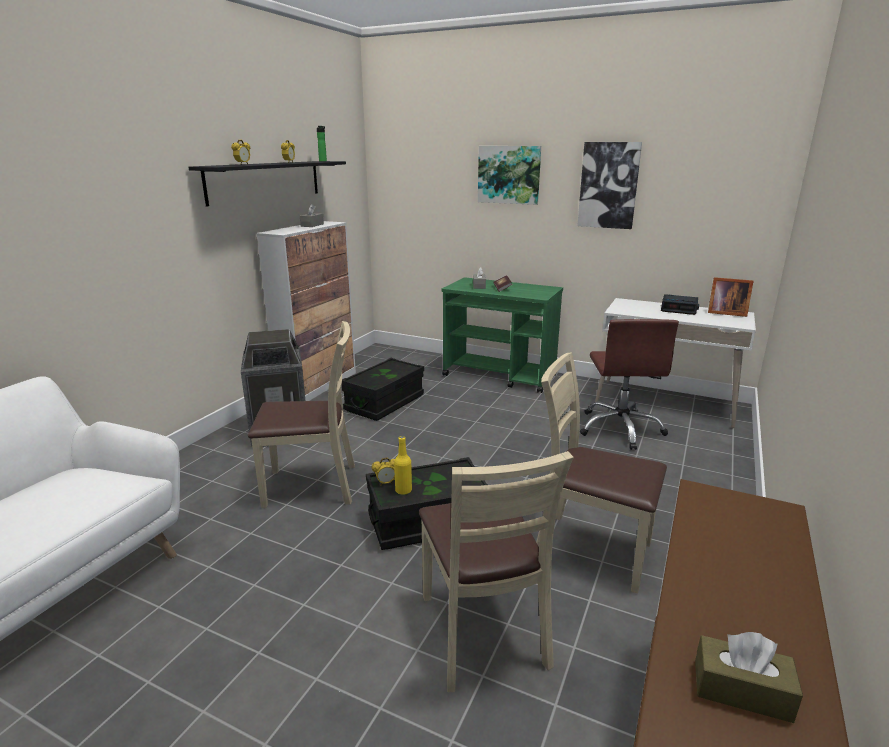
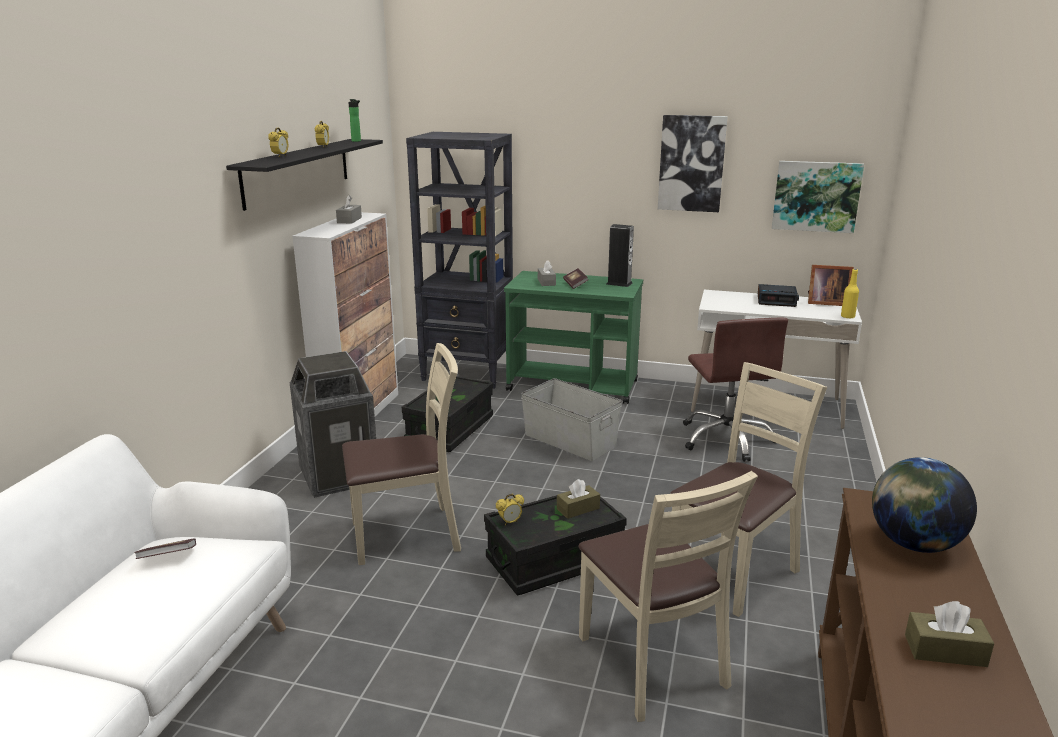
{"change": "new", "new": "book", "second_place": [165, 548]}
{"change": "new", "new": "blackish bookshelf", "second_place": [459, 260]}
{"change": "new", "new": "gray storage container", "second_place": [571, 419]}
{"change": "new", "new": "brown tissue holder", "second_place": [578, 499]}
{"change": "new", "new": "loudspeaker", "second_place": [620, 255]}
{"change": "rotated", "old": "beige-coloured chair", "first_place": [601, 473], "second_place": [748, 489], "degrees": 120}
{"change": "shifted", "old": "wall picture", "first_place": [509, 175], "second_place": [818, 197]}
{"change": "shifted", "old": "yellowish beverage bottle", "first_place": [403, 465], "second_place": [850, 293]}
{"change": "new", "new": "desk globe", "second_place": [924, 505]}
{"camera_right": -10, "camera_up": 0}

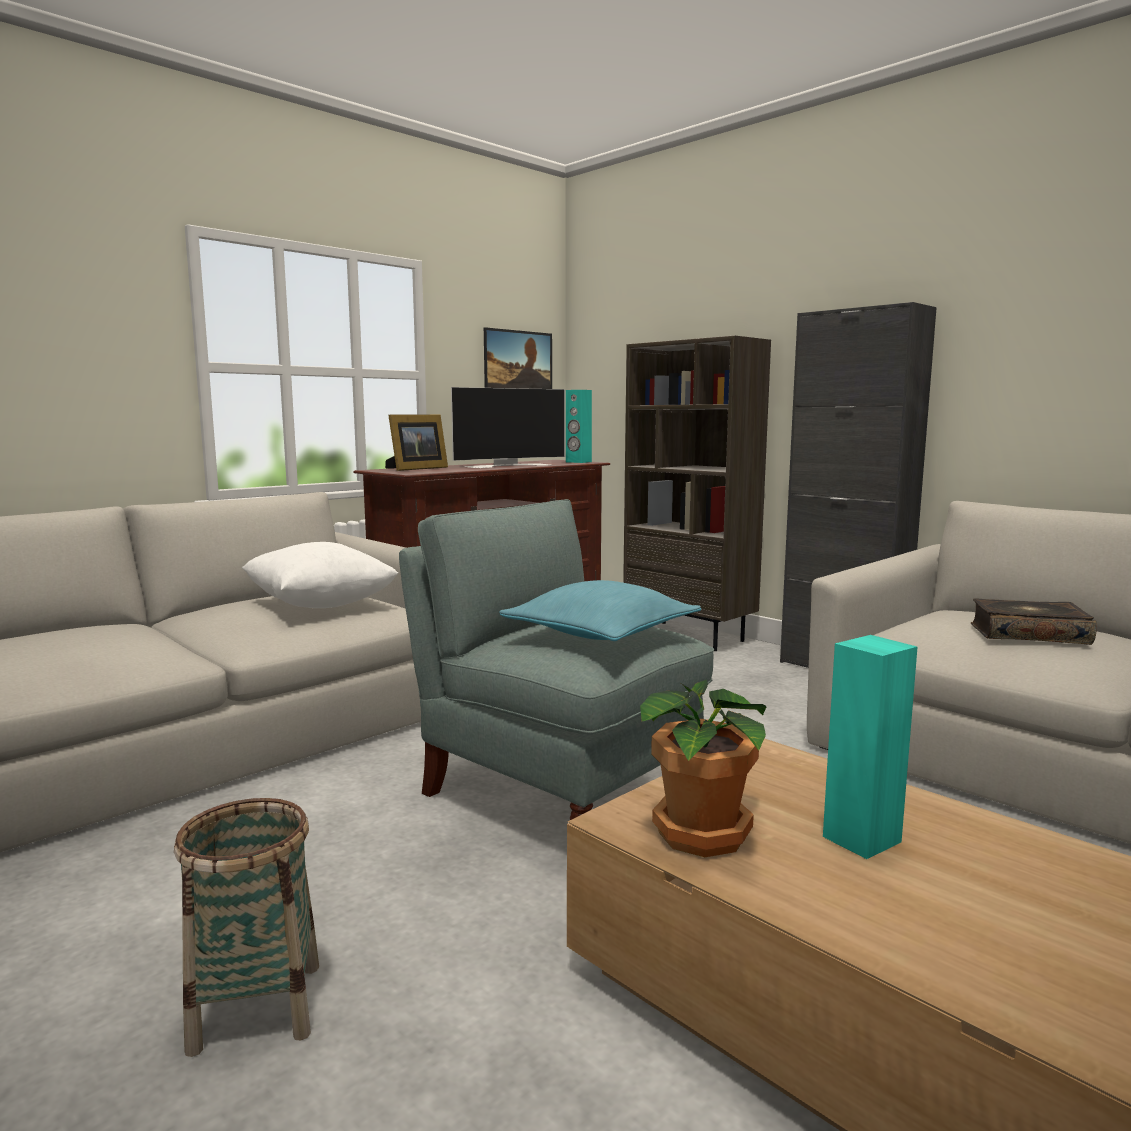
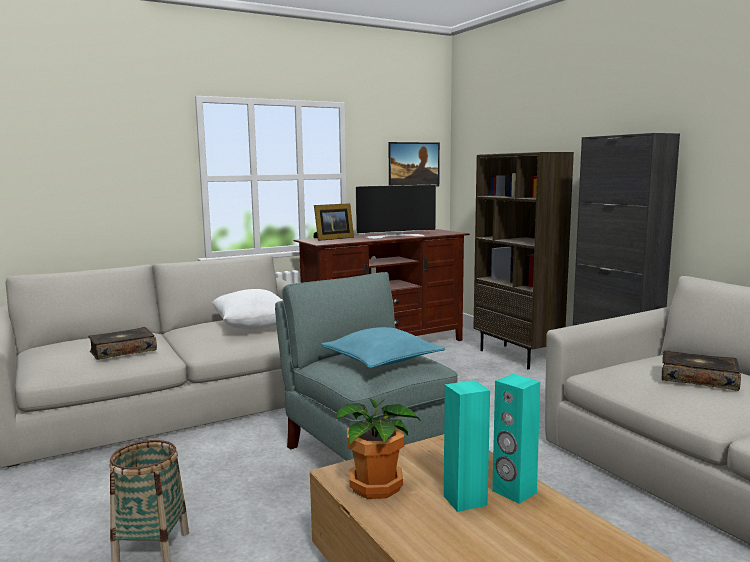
{"change": "new", "new": "book", "second_place": [122, 343]}
{"change": "shifted", "old": "turquoise-coloured loudspeaker", "first_place": [579, 426], "second_place": [516, 439]}
{"camera_right": 15, "camera_up": 0}

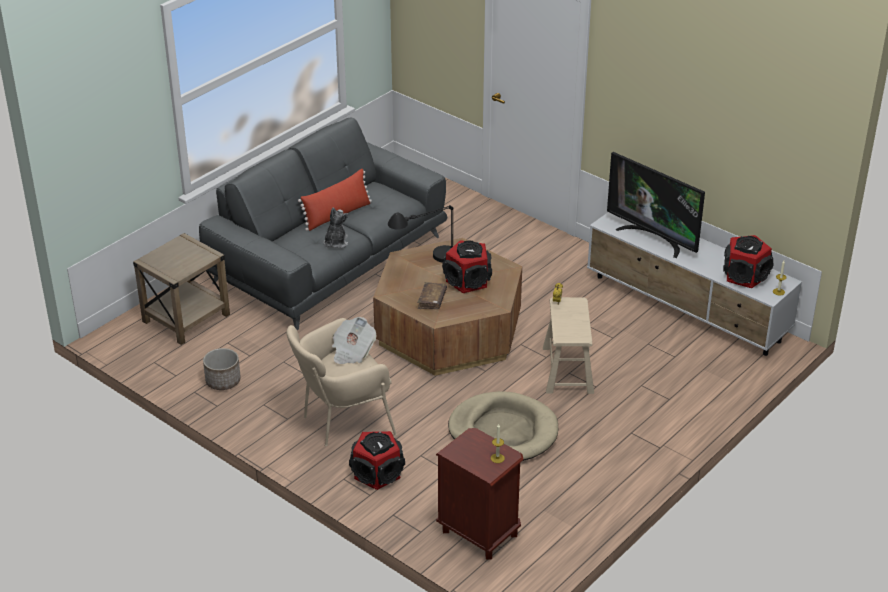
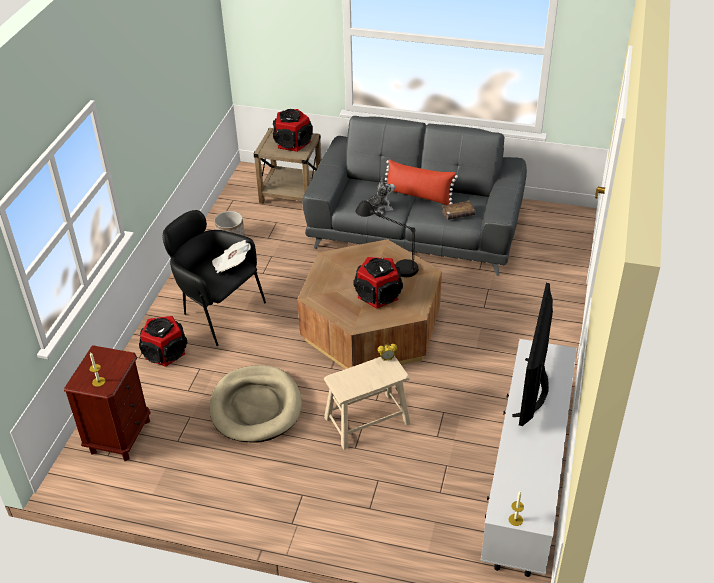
{"change": "repainted", "old": "beige-coloured easy chair", "new": "blackish easy chair", "first_place": [342, 382], "second_place": [214, 278]}
{"change": "shifted", "old": "loudspeaker", "first_place": [748, 261], "second_place": [293, 130]}
{"change": "shifted", "old": "brown book", "first_place": [432, 295], "second_place": [458, 210]}
{"camera_right": 65, "camera_up": 5}

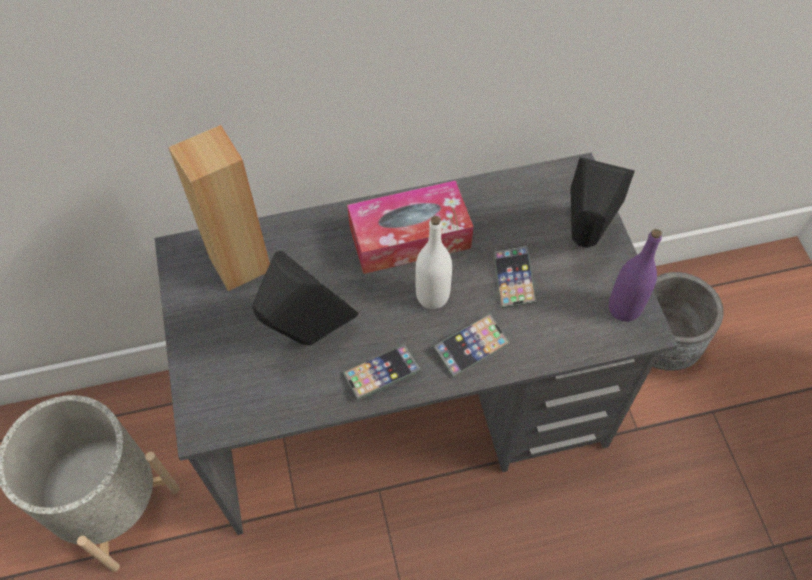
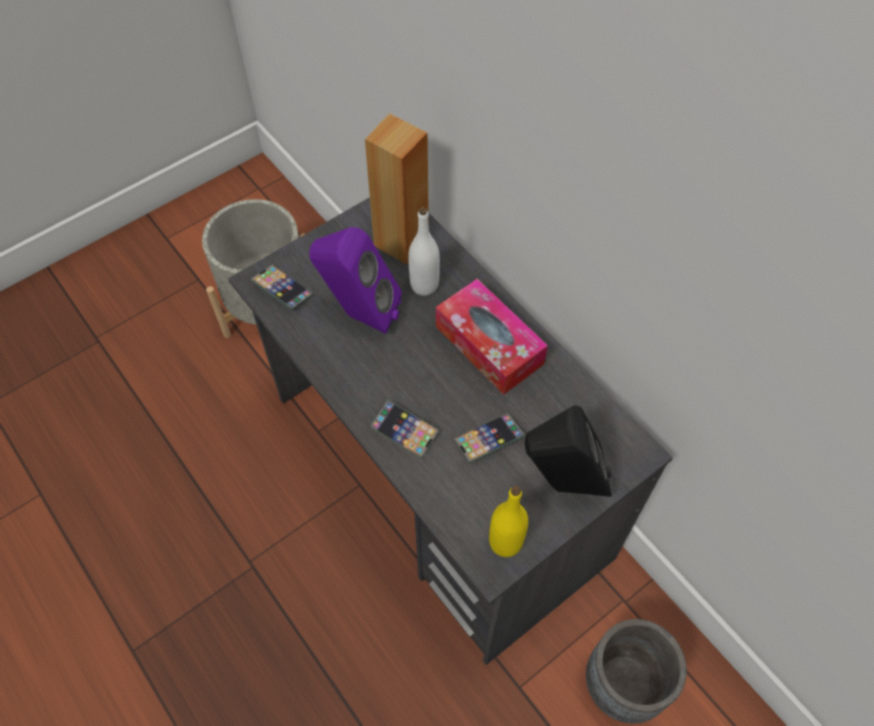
{"change": "shifted", "old": "handset", "first_place": [382, 372], "second_place": [282, 287]}
{"change": "repainted", "old": "blackish loudspeaker", "new": "purple-coloured loudspeaker", "first_place": [305, 298], "second_place": [355, 280]}
{"change": "shifted", "old": "white beverage bottle", "first_place": [433, 262], "second_place": [424, 251]}
{"change": "repainted", "old": "purple-coloured beverage bottle", "new": "yellowish beverage bottle", "first_place": [635, 275], "second_place": [508, 521]}
{"camera_right": 65, "camera_up": 0}

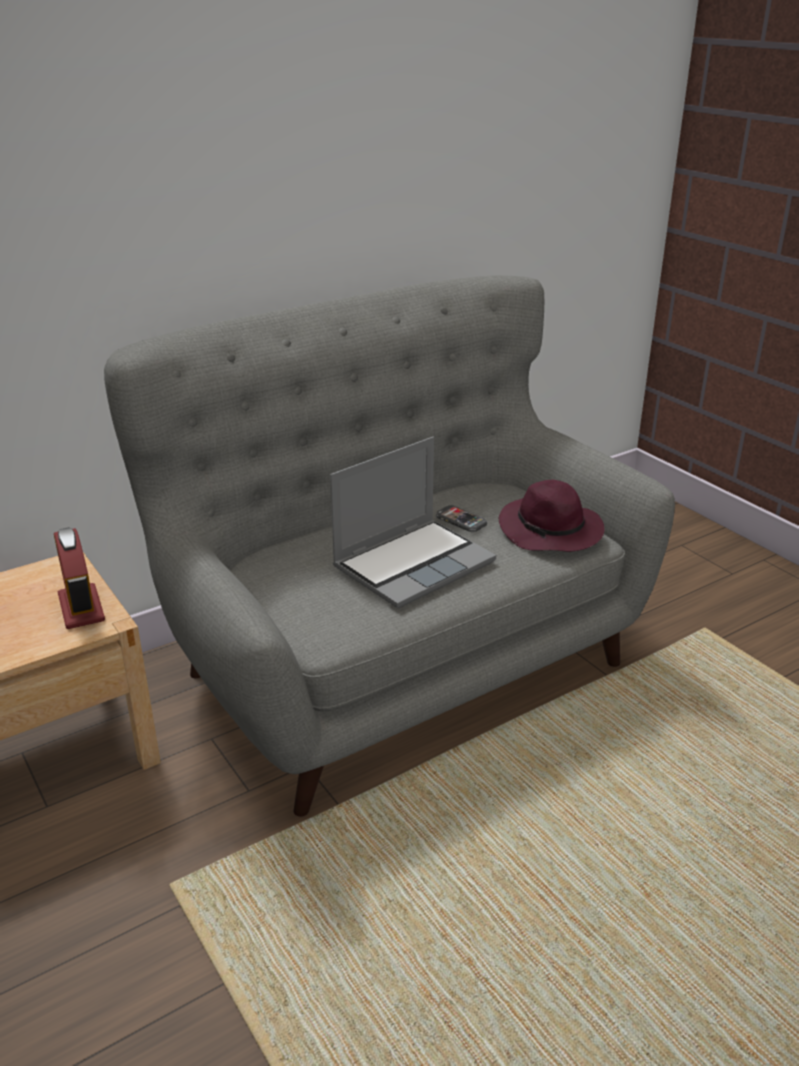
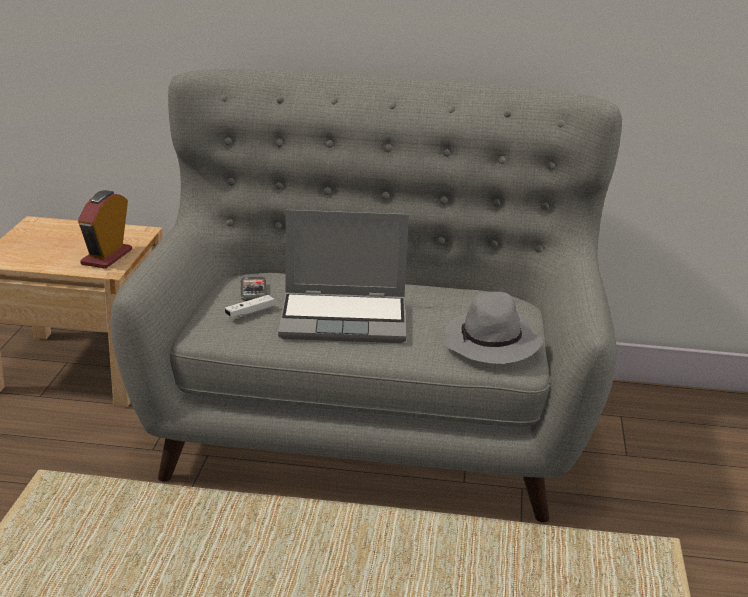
{"change": "new", "new": "white joypad", "second_place": [250, 306]}
{"change": "shifted", "old": "handset", "first_place": [461, 518], "second_place": [254, 289]}
{"change": "repainted", "old": "purple-coloured clothing hat", "new": "gray clothing hat", "first_place": [551, 516], "second_place": [493, 328]}
{"camera_right": 40, "camera_up": -5}

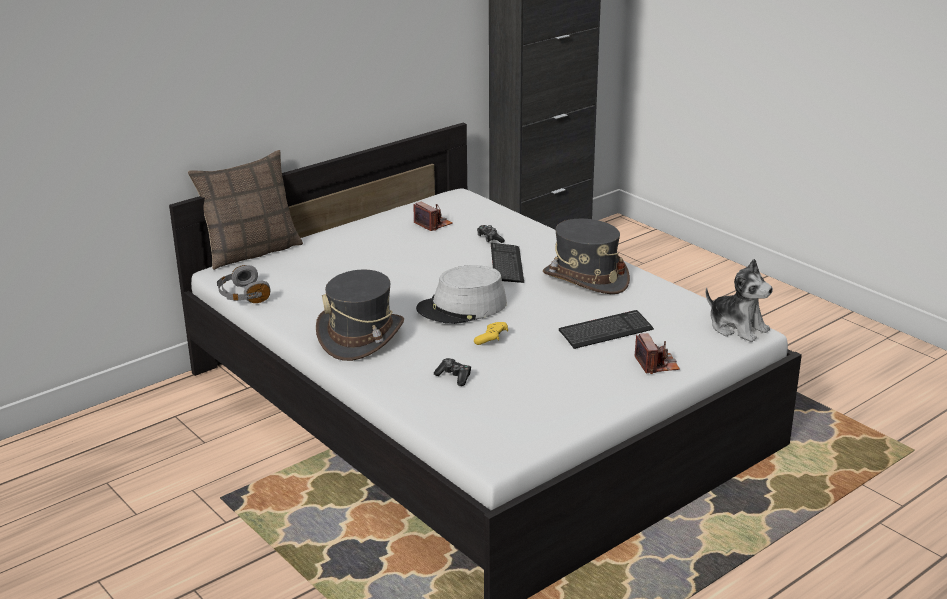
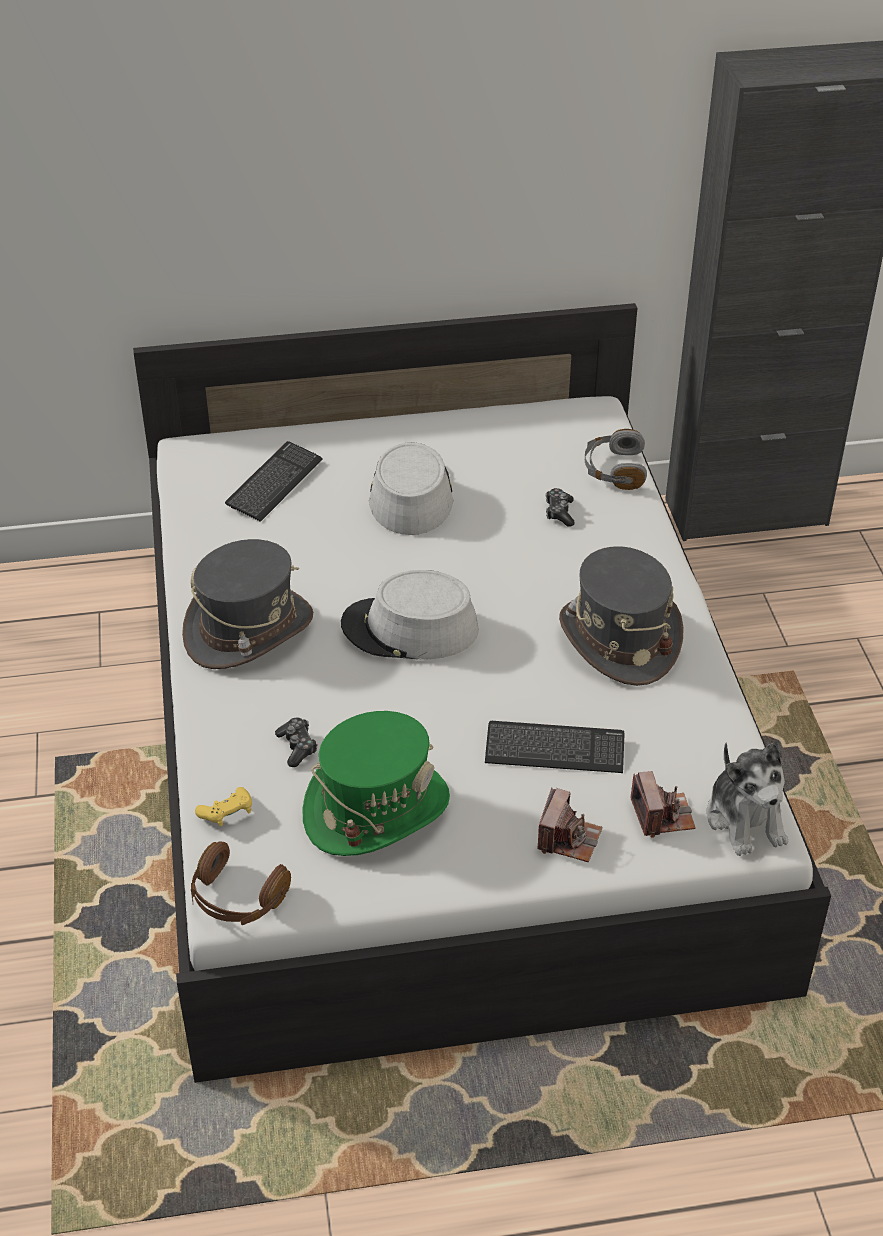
{"change": "new", "new": "brown pair of headphones", "second_place": [241, 883]}
{"change": "shifted", "old": "yellowish joypad", "first_place": [491, 333], "second_place": [223, 806]}
{"change": "shifted", "old": "PC keyboard", "first_place": [507, 263], "second_place": [274, 481]}
{"change": "new", "new": "greenish clothing hat", "second_place": [376, 783]}
{"change": "new", "new": "gray clothing hat", "second_place": [411, 488]}
{"change": "shifted", "old": "gray pair of headphones", "first_place": [243, 284], "second_place": [616, 459]}
{"change": "shifted", "old": "still camera", "first_place": [433, 216], "second_place": [663, 804]}
{"change": "gone", "old": "pillow", "first_place": [245, 210]}
{"camera_right": 30, "camera_up": 15}

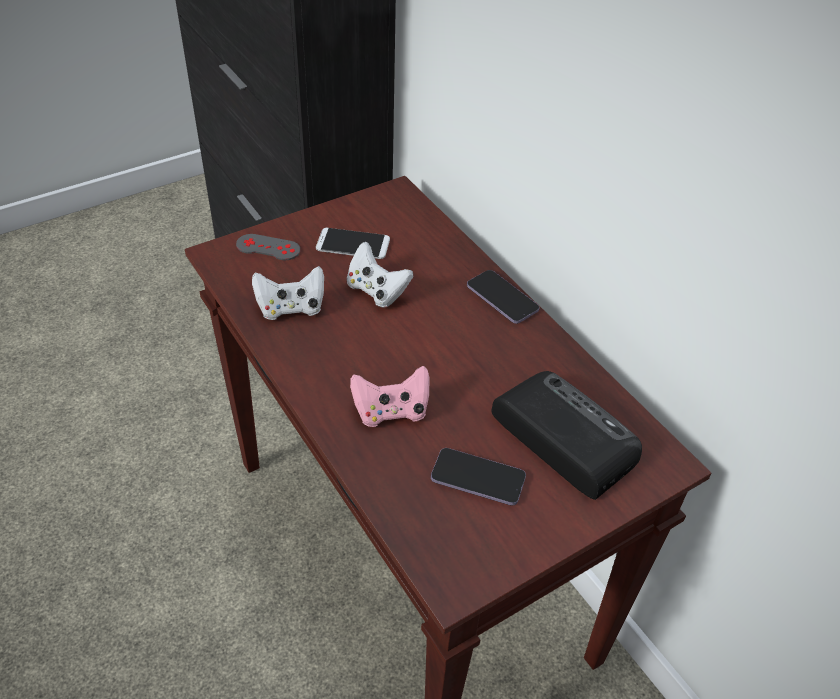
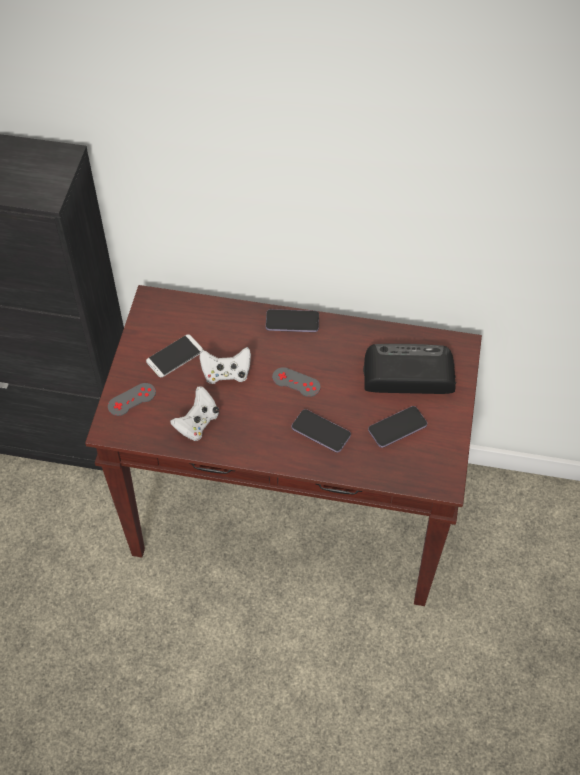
{"change": "new", "new": "gray joypad", "second_place": [296, 382]}
{"change": "swapped", "old": "pink joypad", "new": "handset", "first_place": [390, 396], "second_place": [321, 431]}
{"camera_right": -45, "camera_up": 10}

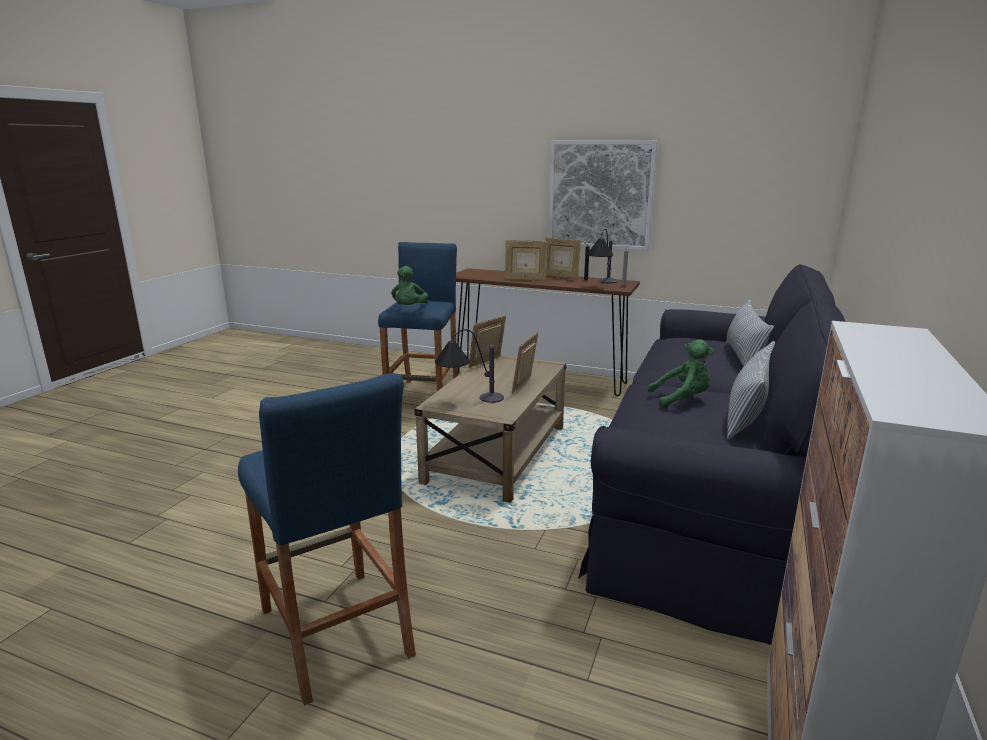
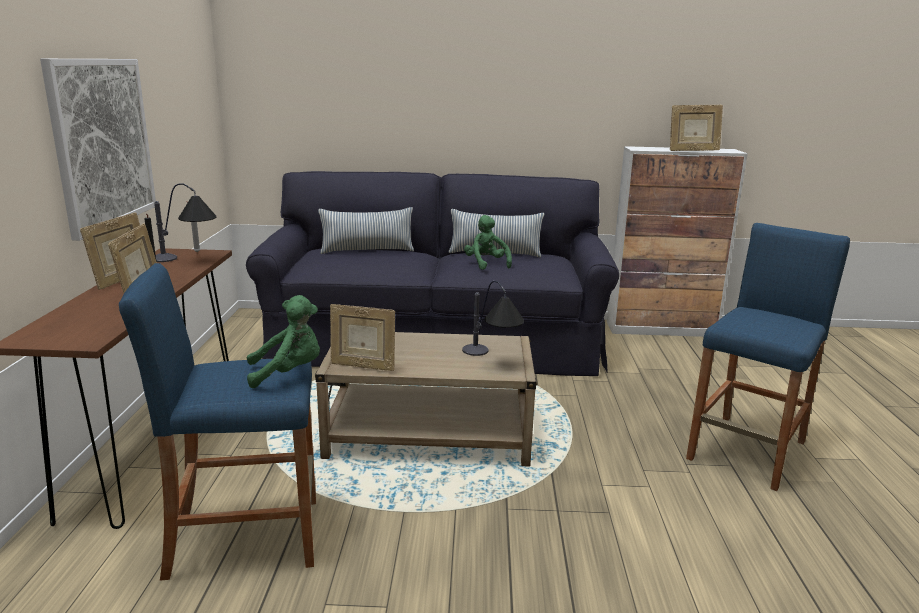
{"change": "shifted", "old": "photo frame", "first_place": [525, 362], "second_place": [696, 128]}
{"camera_right": -110, "camera_up": 0}

